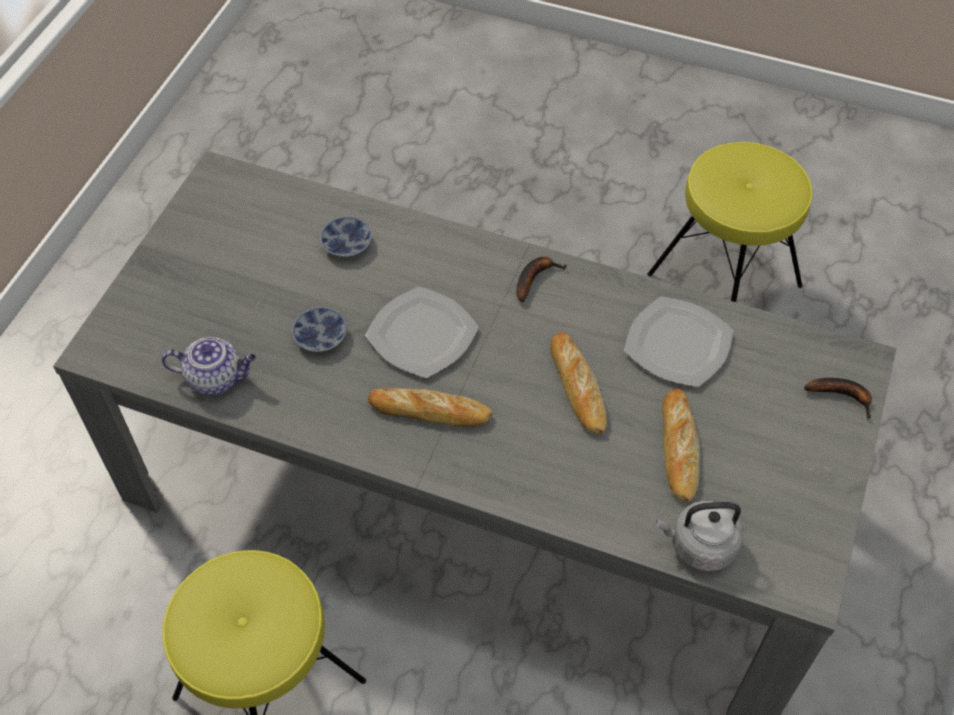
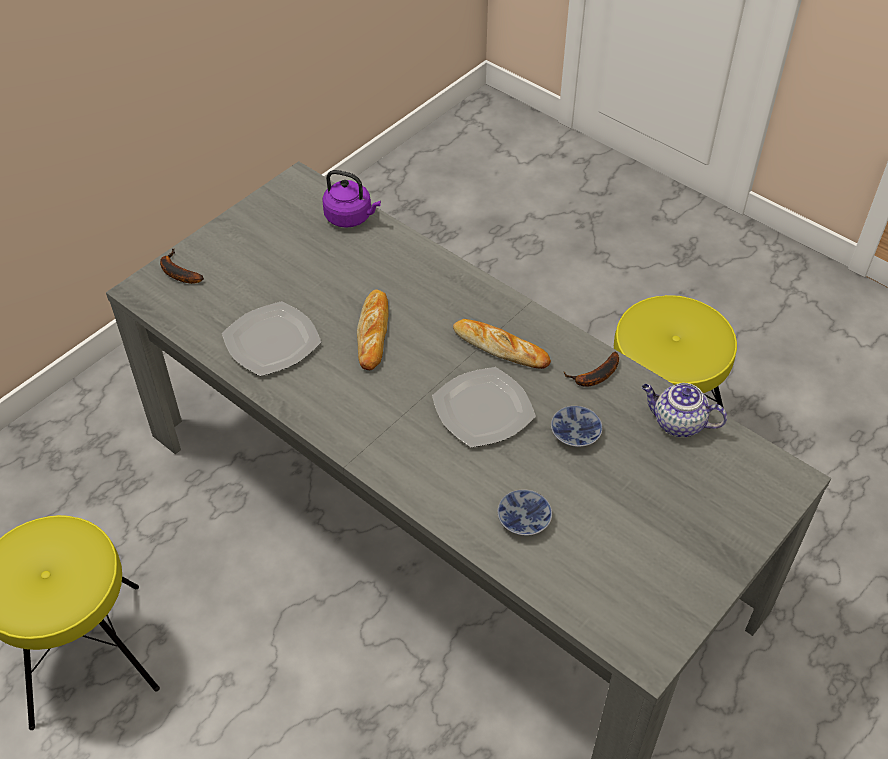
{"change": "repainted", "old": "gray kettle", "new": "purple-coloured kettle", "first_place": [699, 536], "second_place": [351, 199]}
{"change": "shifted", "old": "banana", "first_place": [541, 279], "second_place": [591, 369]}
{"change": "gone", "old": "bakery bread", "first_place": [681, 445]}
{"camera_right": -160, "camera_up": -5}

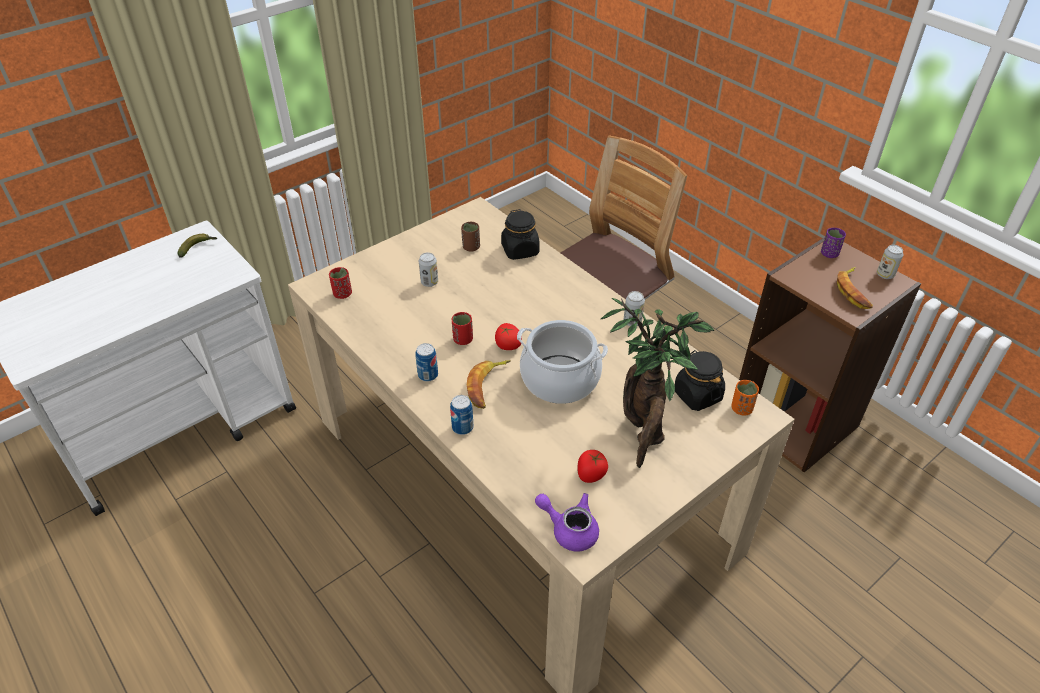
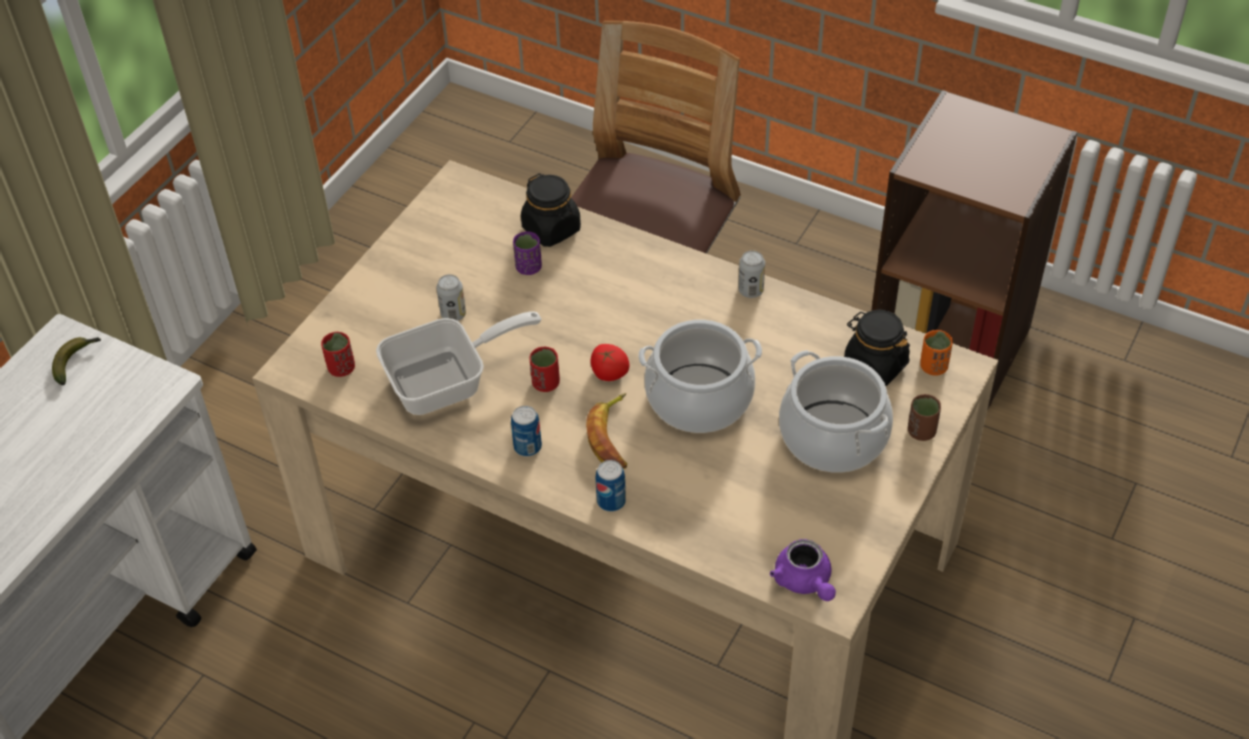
{"change": "new", "new": "pan", "second_place": [458, 363]}
{"change": "shifted", "old": "purple-coloured drinking cup", "first_place": [833, 243], "second_place": [527, 253]}
{"change": "rotated", "old": "purple-coloured pot for tea", "first_place": [567, 522], "second_place": [803, 570], "degrees": -120}
{"change": "swapped", "old": "potted plant", "new": "cooking pot", "first_place": [657, 383], "second_place": [836, 411]}
{"change": "shifted", "old": "brown drinking cup", "first_place": [470, 237], "second_place": [924, 417]}
{"change": "gone", "old": "whole tomato", "first_place": [592, 466]}
{"change": "gone", "old": "banana", "first_place": [855, 288]}
{"change": "gone", "old": "metal can", "first_place": [890, 262]}
{"camera_right": -20, "camera_up": 5}

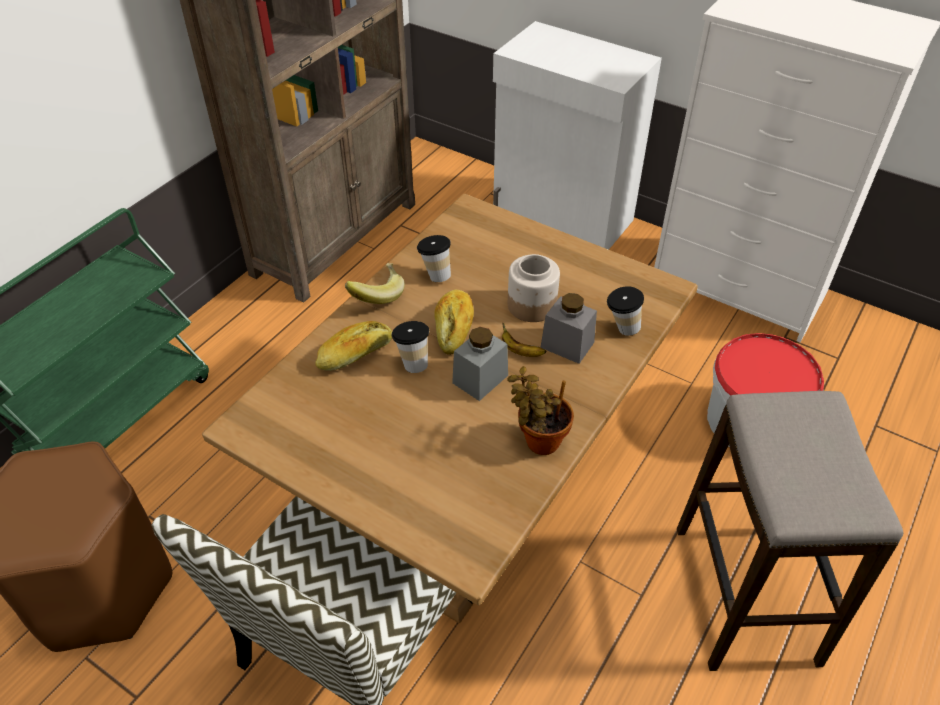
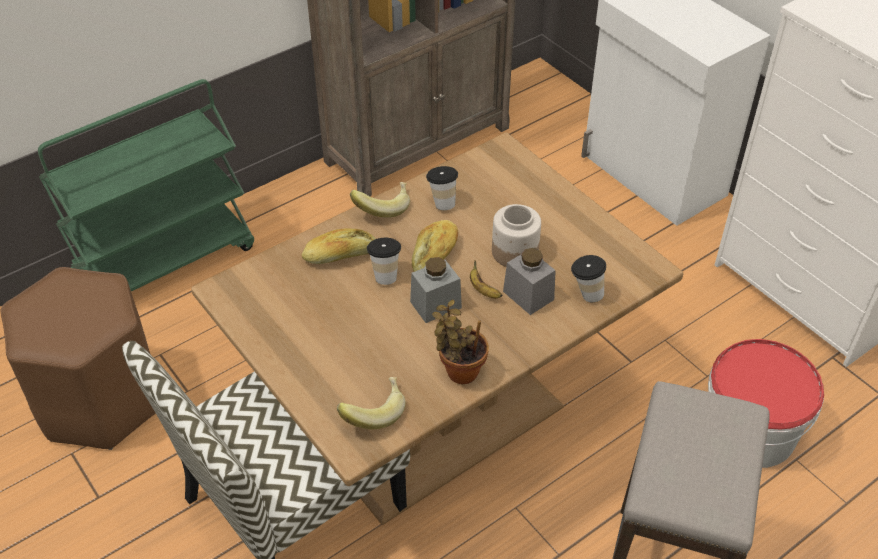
{"change": "new", "new": "banana", "second_place": [371, 403]}
{"camera_right": 20, "camera_up": 0}

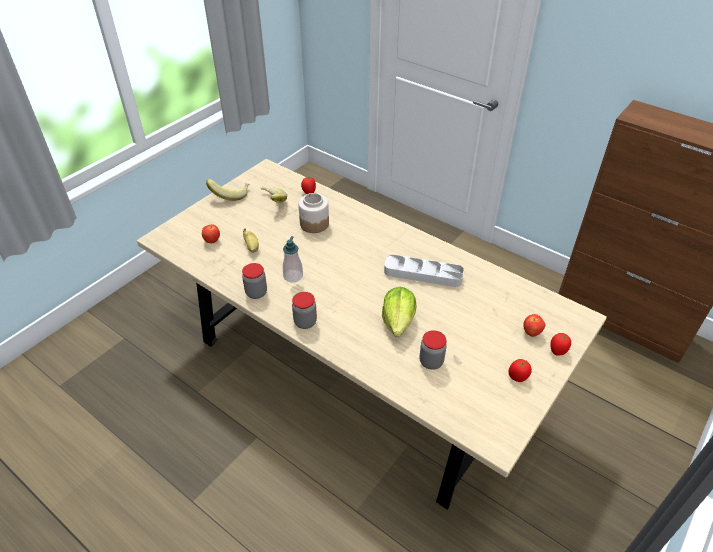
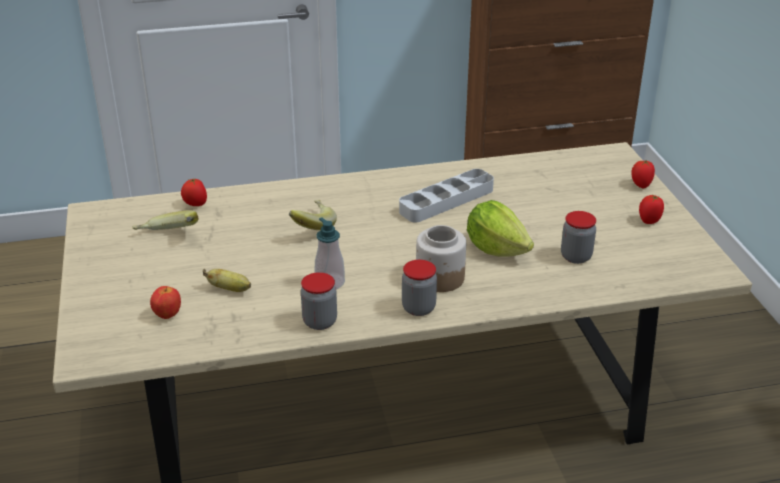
{"change": "shifted", "old": "banana", "first_place": [227, 190], "second_place": [313, 215]}
{"change": "shifted", "old": "storage jar", "first_place": [313, 213], "second_place": [441, 258]}
{"change": "gone", "old": "whole apple", "first_place": [534, 325]}
{"camera_right": -50, "camera_up": -10}

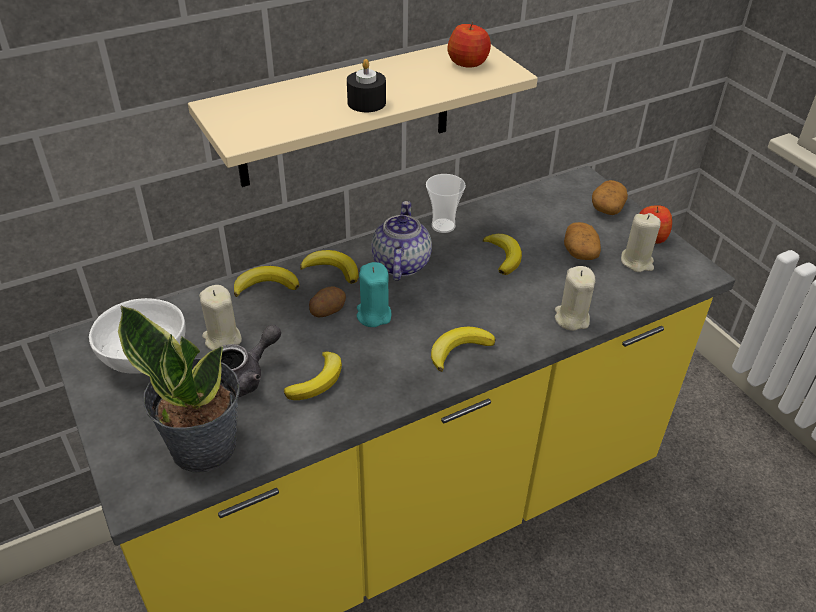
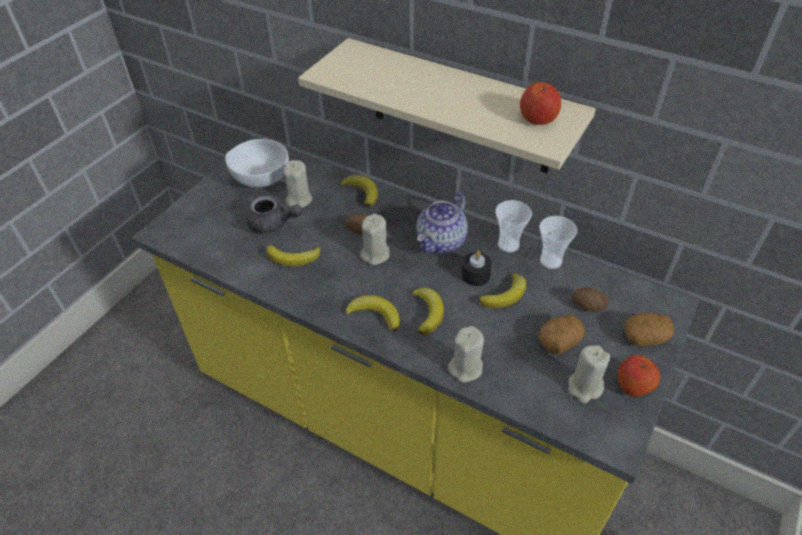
{"change": "repainted", "old": "turquoise-coloured wax candle", "new": "beige-coloured wax candle", "first_place": [374, 294], "second_place": [375, 239]}
{"change": "shifted", "old": "banana", "first_place": [329, 267], "second_place": [428, 311]}
{"change": "rotated", "old": "pot for tea", "first_place": [402, 241], "second_place": [442, 223], "degrees": 150}
{"change": "shifted", "old": "blackish wax candle", "first_place": [366, 85], "second_place": [476, 268]}
{"change": "new", "new": "drinking cup", "second_place": [558, 242]}
{"change": "new", "new": "whole potato", "second_place": [590, 300]}
{"change": "gone", "old": "potted plant", "first_place": [179, 389]}
{"camera_right": 60, "camera_up": 5}

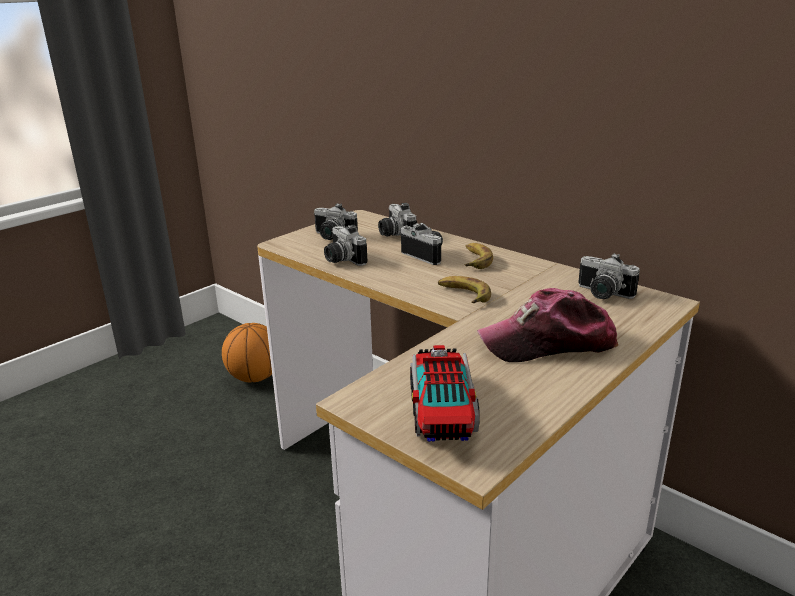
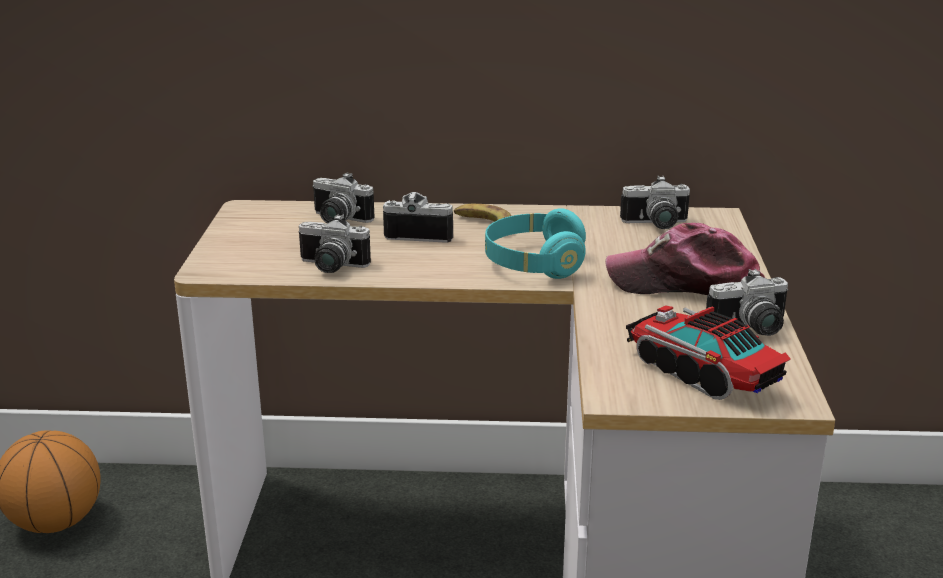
{"change": "swapped", "old": "banana", "new": "turquoise-coloured pair of headphones", "first_place": [464, 289], "second_place": [535, 243]}
{"change": "rotated", "old": "cap", "first_place": [547, 325], "second_place": [685, 259], "degrees": 60}
{"change": "shifted", "old": "still camera", "first_place": [336, 221], "second_place": [747, 302]}
{"camera_right": -40, "camera_up": 0}

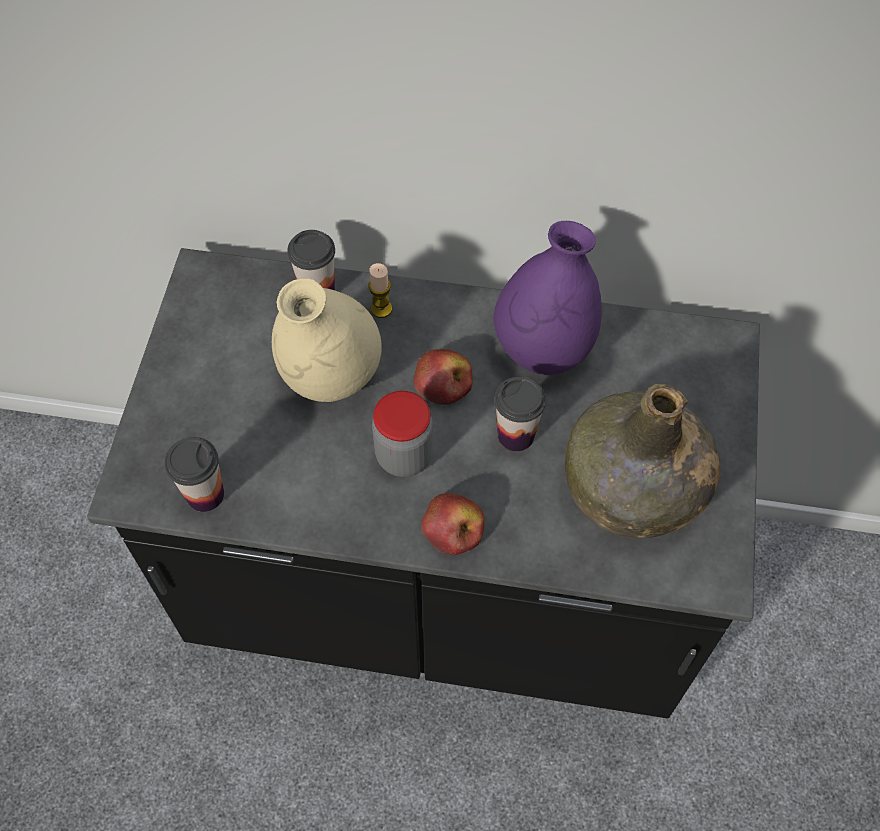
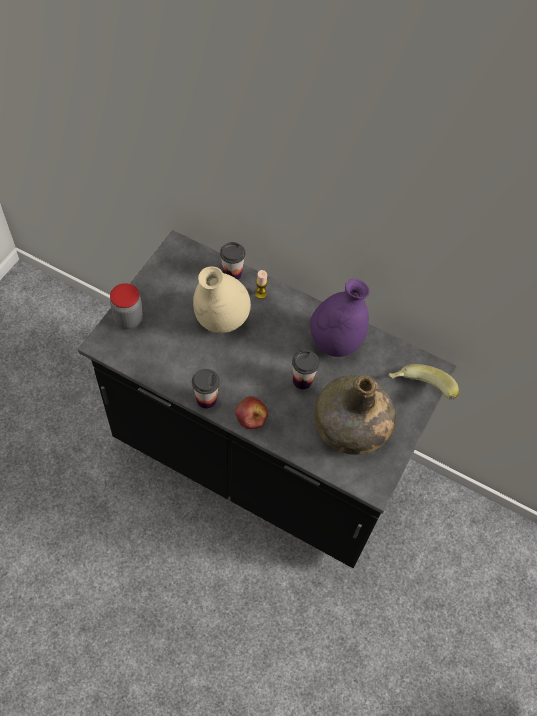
{"change": "shifted", "old": "storage jar", "first_place": [402, 434], "second_place": [126, 306]}
{"change": "shifted", "old": "drinking cup", "first_place": [194, 474], "second_place": [206, 389]}
{"change": "new", "new": "banana", "second_place": [424, 382]}
{"change": "gone", "old": "whole apple", "first_place": [443, 377]}
{"camera_right": 15, "camera_up": 0}

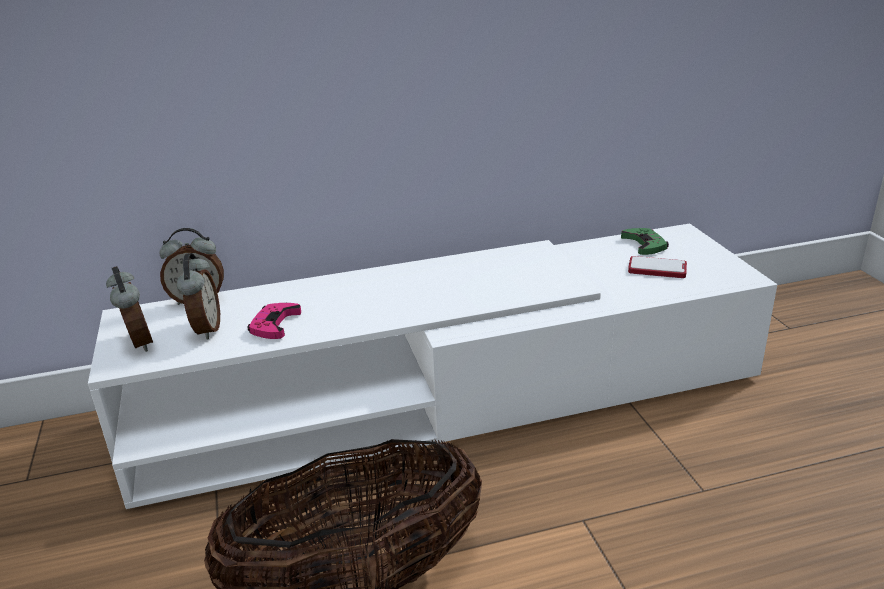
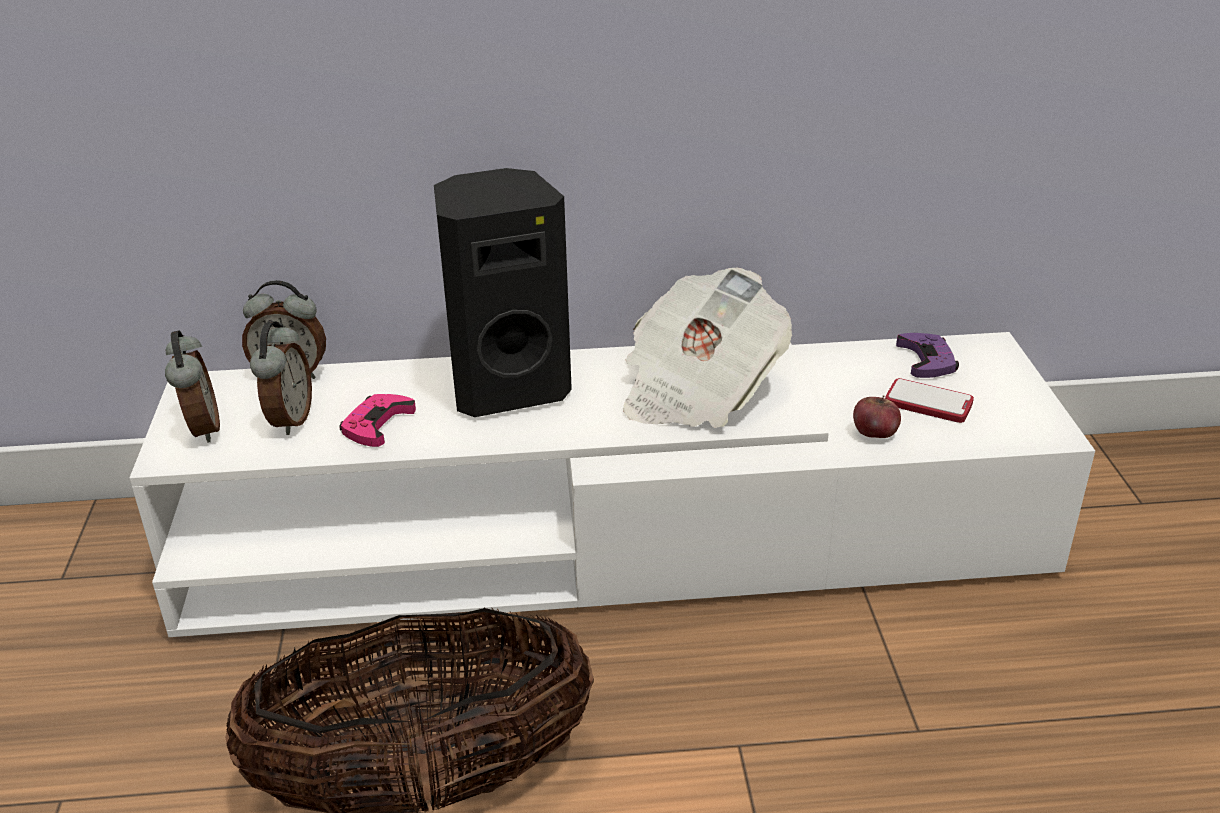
{"change": "new", "new": "blackish loudspeaker", "second_place": [503, 292]}
{"change": "new", "new": "daily paper", "second_place": [707, 348]}
{"change": "new", "new": "whole apple", "second_place": [877, 416]}
{"change": "repainted", "old": "greenish joypad", "new": "purple-coloured joypad", "first_place": [645, 241], "second_place": [927, 355]}
{"camera_right": 10, "camera_up": 5}

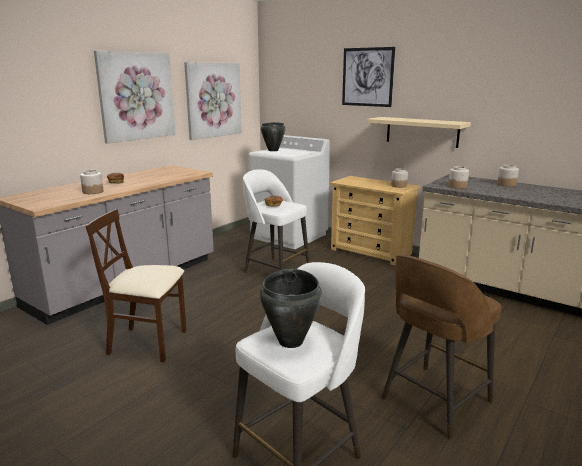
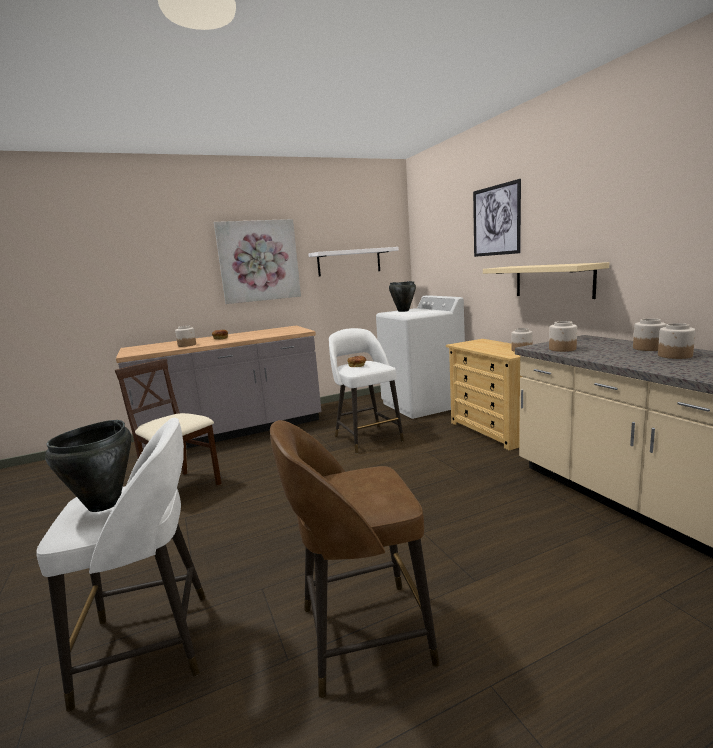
{"change": "swapped", "old": "wall picture", "new": "white bracket shelf", "first_place": [213, 101], "second_place": [353, 262]}
{"change": "new", "new": "storage jar", "second_place": [677, 341]}
{"camera_right": 30, "camera_up": -5}

